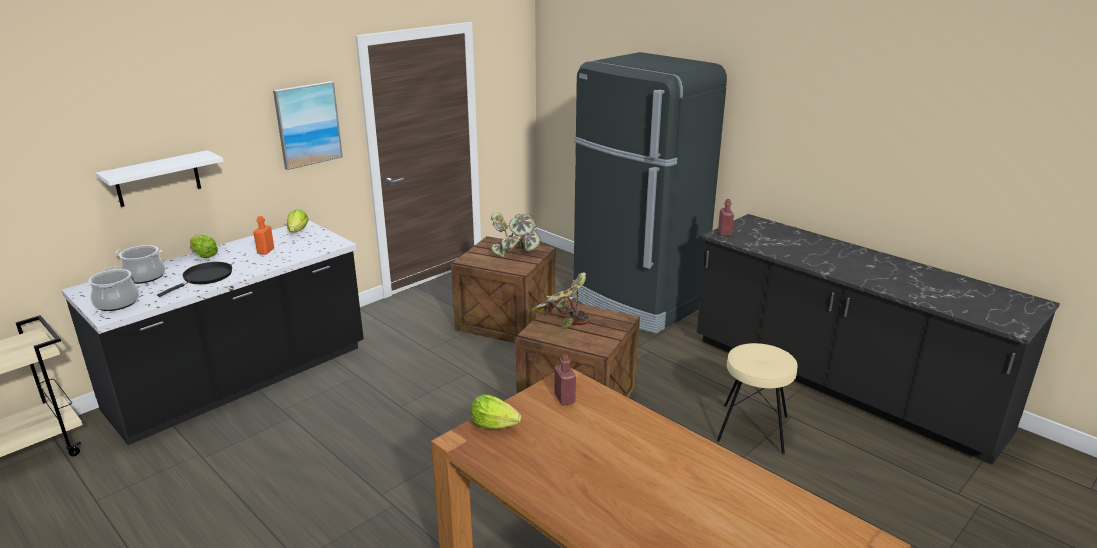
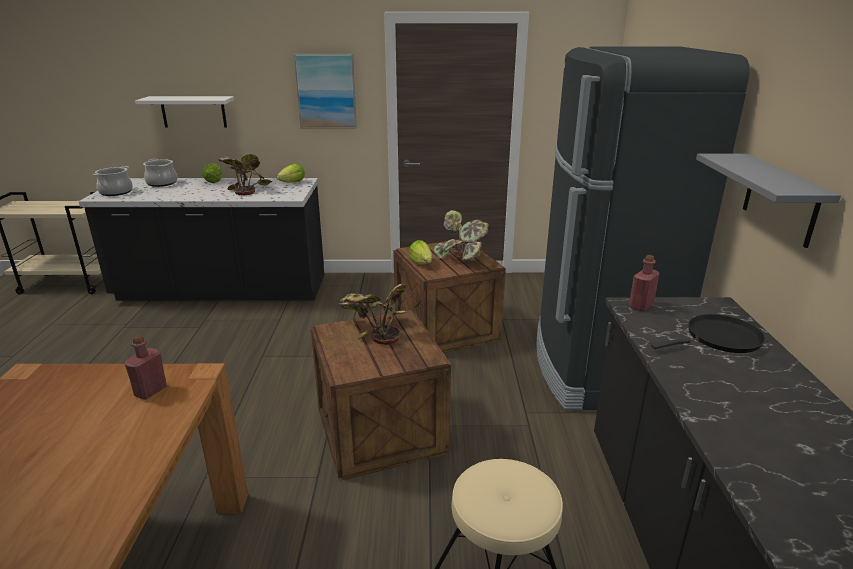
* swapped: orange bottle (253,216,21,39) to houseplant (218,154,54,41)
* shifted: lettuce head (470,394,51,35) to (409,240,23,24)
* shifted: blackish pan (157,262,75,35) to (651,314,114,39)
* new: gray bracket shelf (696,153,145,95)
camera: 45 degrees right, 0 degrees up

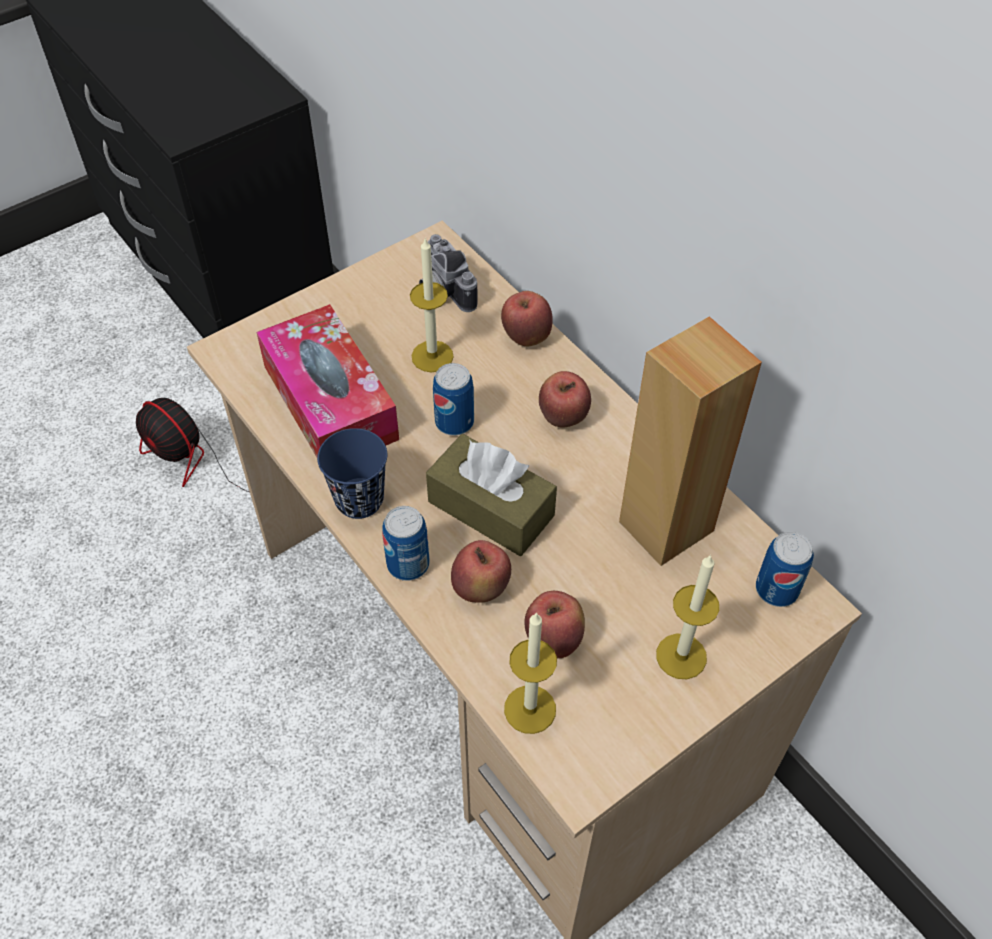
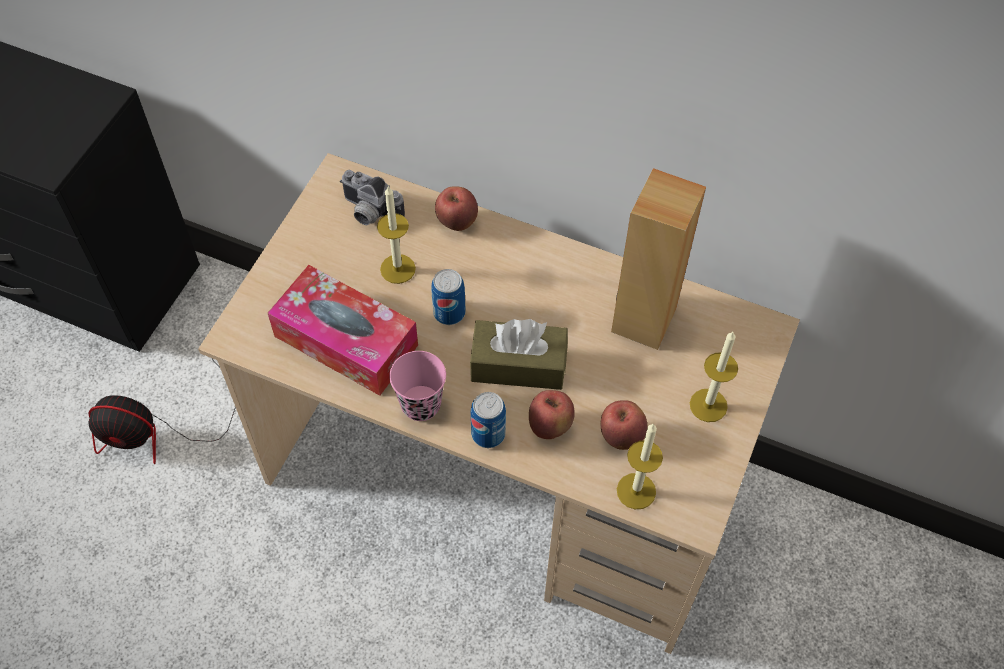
* repainted: bluish cup (317,428,70,91) to pink cup (389,351,57,70)
* gone: apple (539,371,52,57)
* gone: metal can (756,532,58,75)
camera: 30 degrees left, 5 degrees up

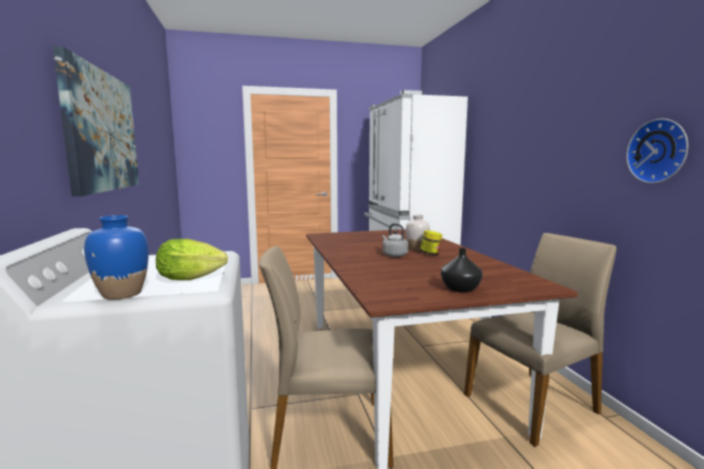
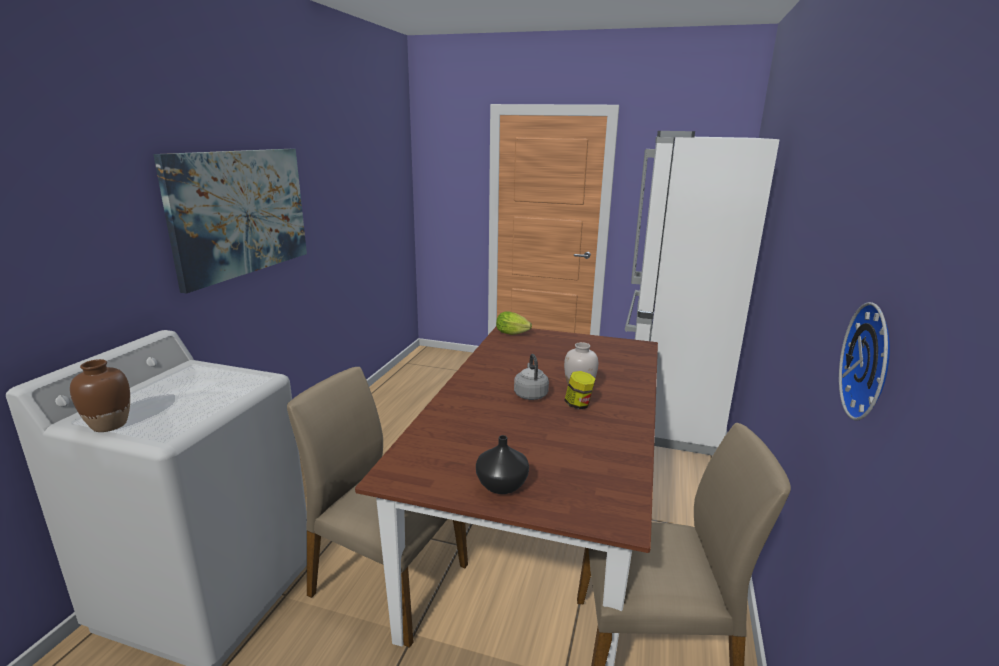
* repainted: bluish vase (84,215,65,85) to brownish vase (70,359,60,73)
* shifted: lettuce head (156,239,72,41) to (496,311,36,24)
camera: 30 degrees right, 10 degrees up

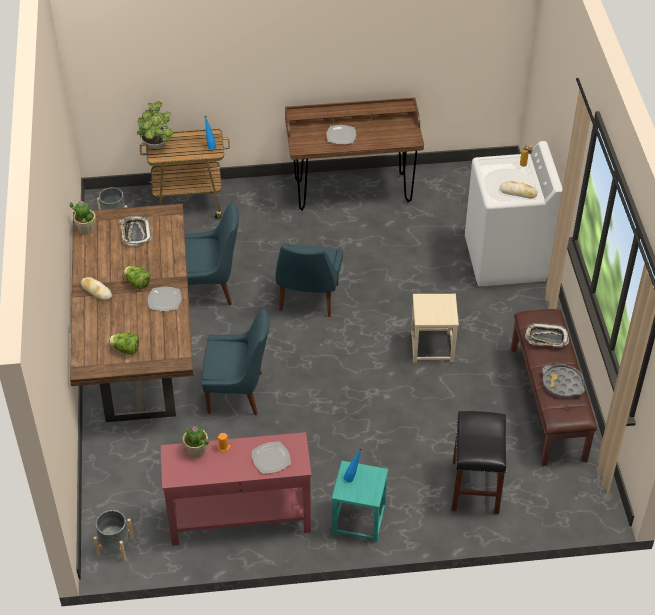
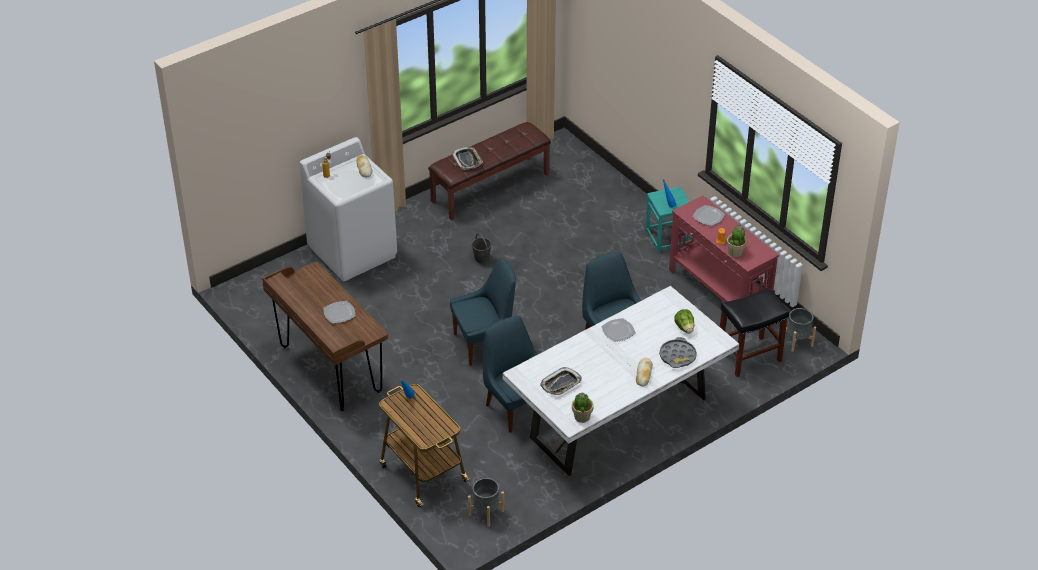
* swapped: sand-coloured stool seat (411,294,48,69) to gray bucket (472,233,20,30)
* repainted: brownish dinner table (70,204,123,218) to white dinner table (502,286,237,190)
* shifted: gray serving tray (542,364,43,33) to (659,337,38,31)
* shifted: blackish stool seat (451,411,55,103) to (720,288,69,89)
* gone: lettuce head (124,266,27,24)
* gone: houseplant (137,101,37,48)
camera: 120 degrees left, 5 degrees down

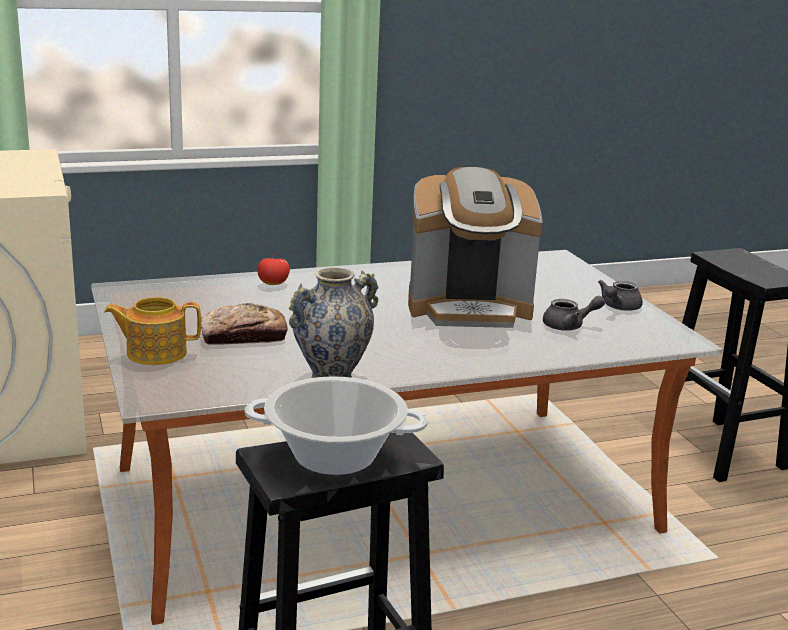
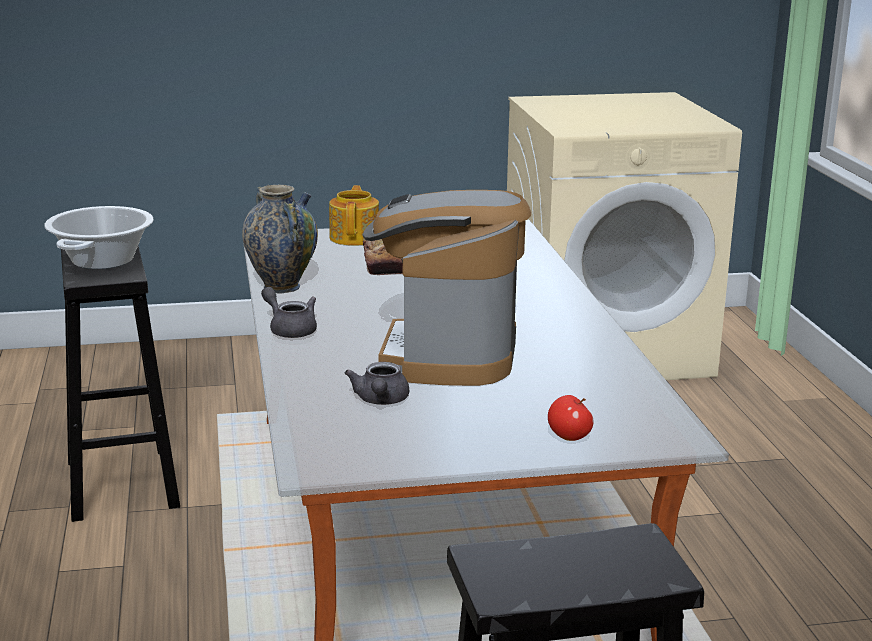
* shifted: gray pot for tea (598,280,45,31) to (261,287,56,51)
* shifted: apple (257,253,33,32) to (548,395,46,46)
camera: 100 degrees right, 0 degrees up

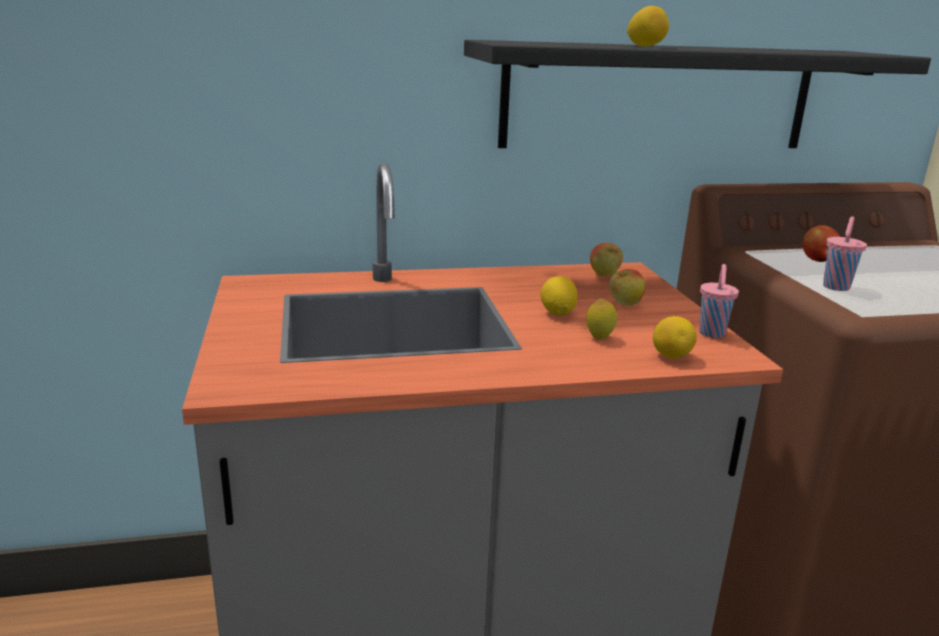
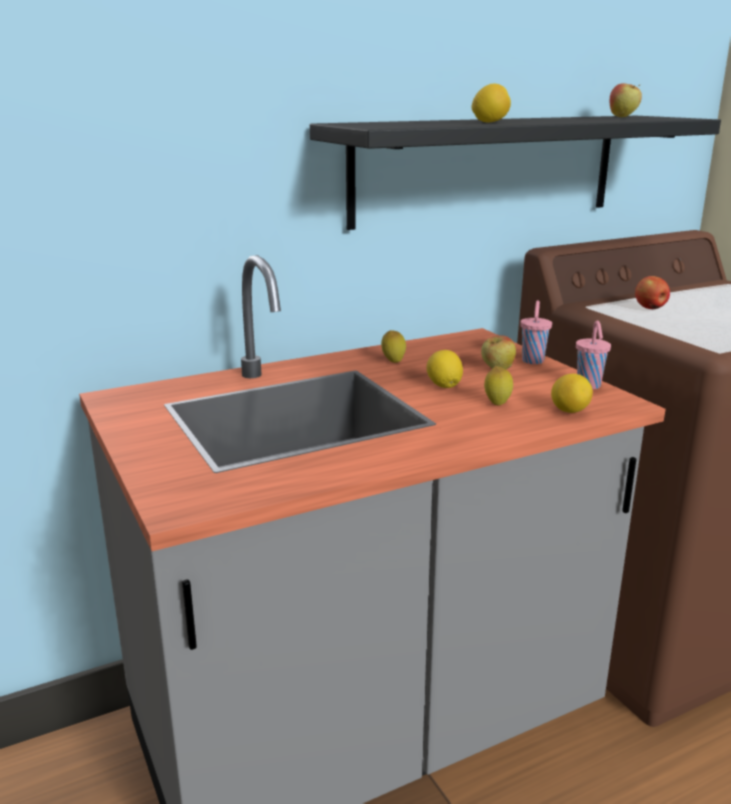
* new: citrus fruit (381,330,25,33)
* shifted: pink cup (823,216,44,75) to (520,300,32,64)
* shifted: apple (590,243,33,33) to (610,83,32,34)
camera: 15 degrees left, 0 degrees up

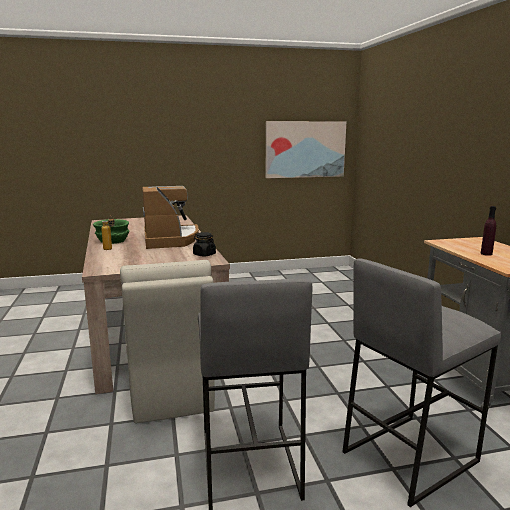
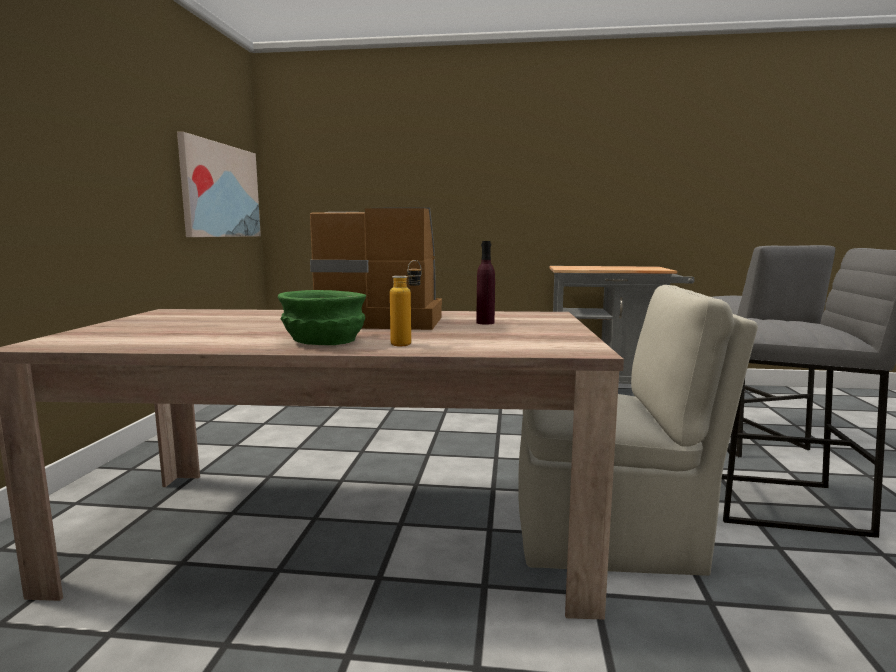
* shifted: purple bottle (481,206,15,50) to (476,241,19,83)
* gone: blackish storage jar (193,232,23,25)
camera: 70 degrees left, 5 degrees down

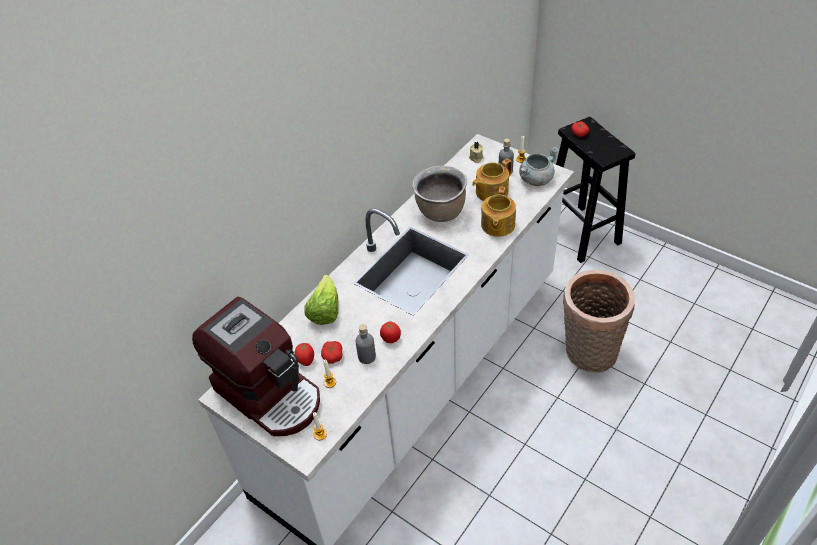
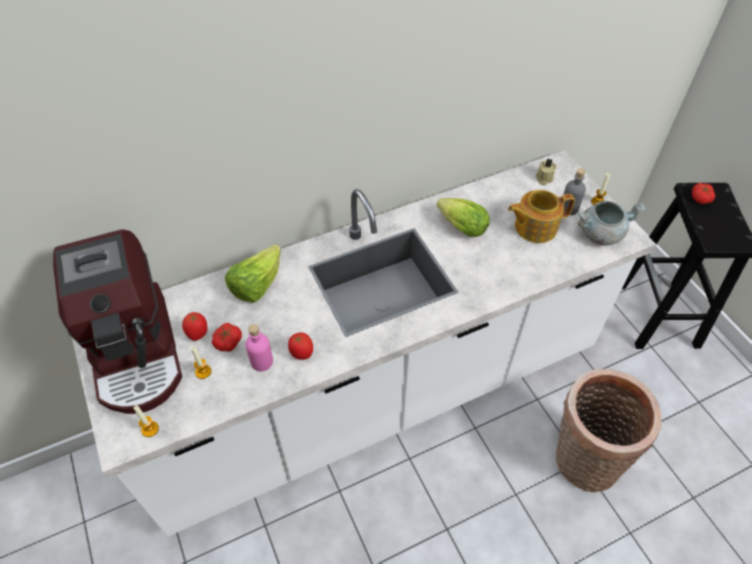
* repainted: gray bottle (356,324,20,40) to pink bottle (245,324,28,47)
* swapped: brownish stockpot (412,166,55,56) to lettuce head (437,198,53,39)
* gone: pot for tea (481,186,35,51)
camera: 25 degrees right, 5 degrees up

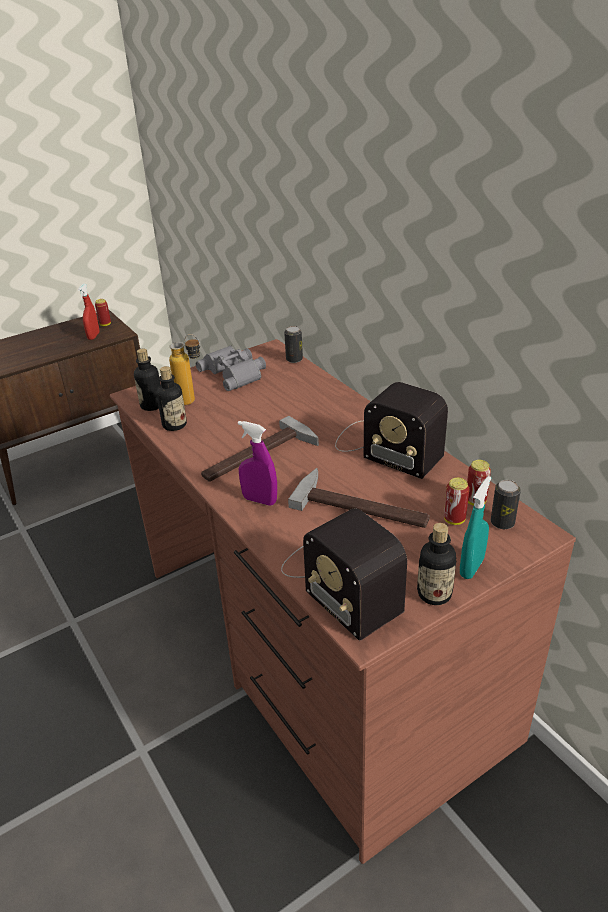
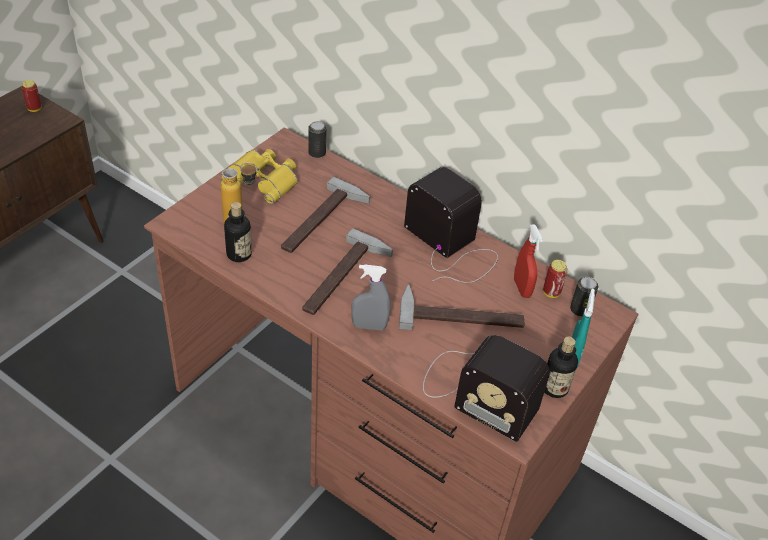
* repainted: gray field glasses (196,345,70,46) to yellowish field glasses (221,149,77,55)
* new: tool hammer (281,177,89,76)
* repainted: purple spray bottle (238,421,39,85) to gray spray bottle (352,264,38,66)
* rotated: radio receiver (335,382,113,97) = (404,167,94,116) 150 degrees counterclockwise
* shifted: reddish spray bottle (78,283,22,57) to (514,224,29,74)
* gone: bottle (134,349,27,62)
* gone: metal can (444,478,25,47)
camera: 25 degrees left, 10 degrees up

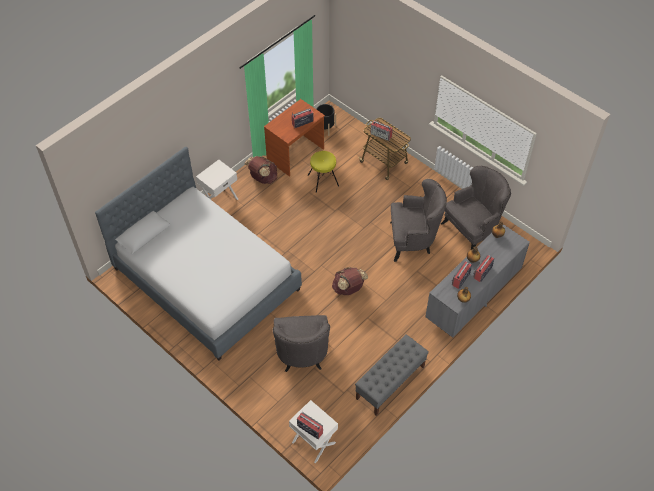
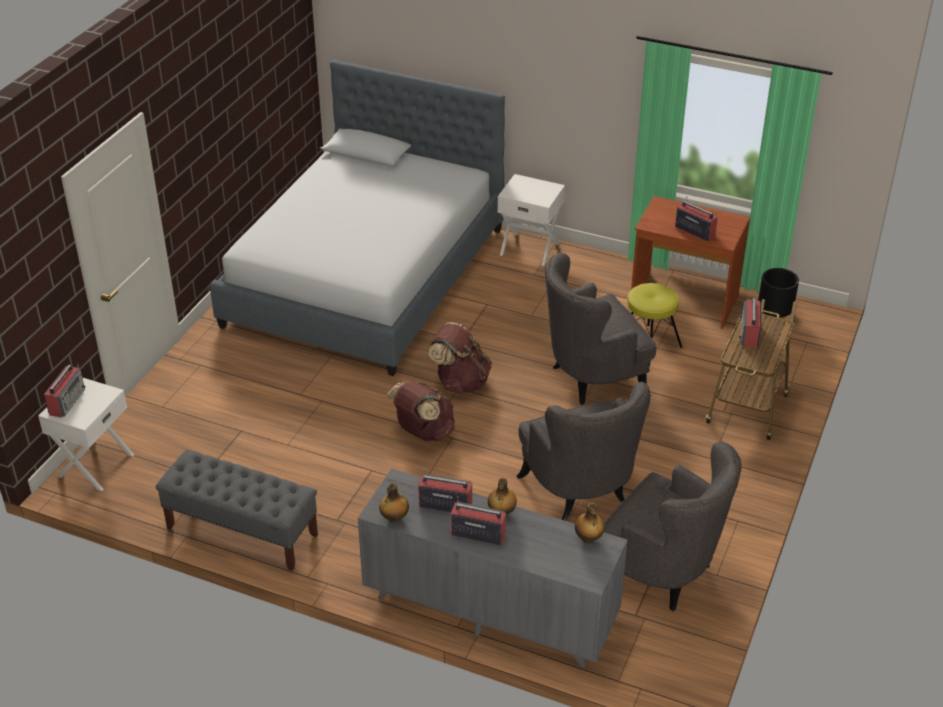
* shifted: brownish knapsack (244,156,34,28) to (428,322,64,72)
* shifted: gray armchair (273,315,57,57) to (545,253,111,152)
camera: 70 degrees right, 15 degrees down

